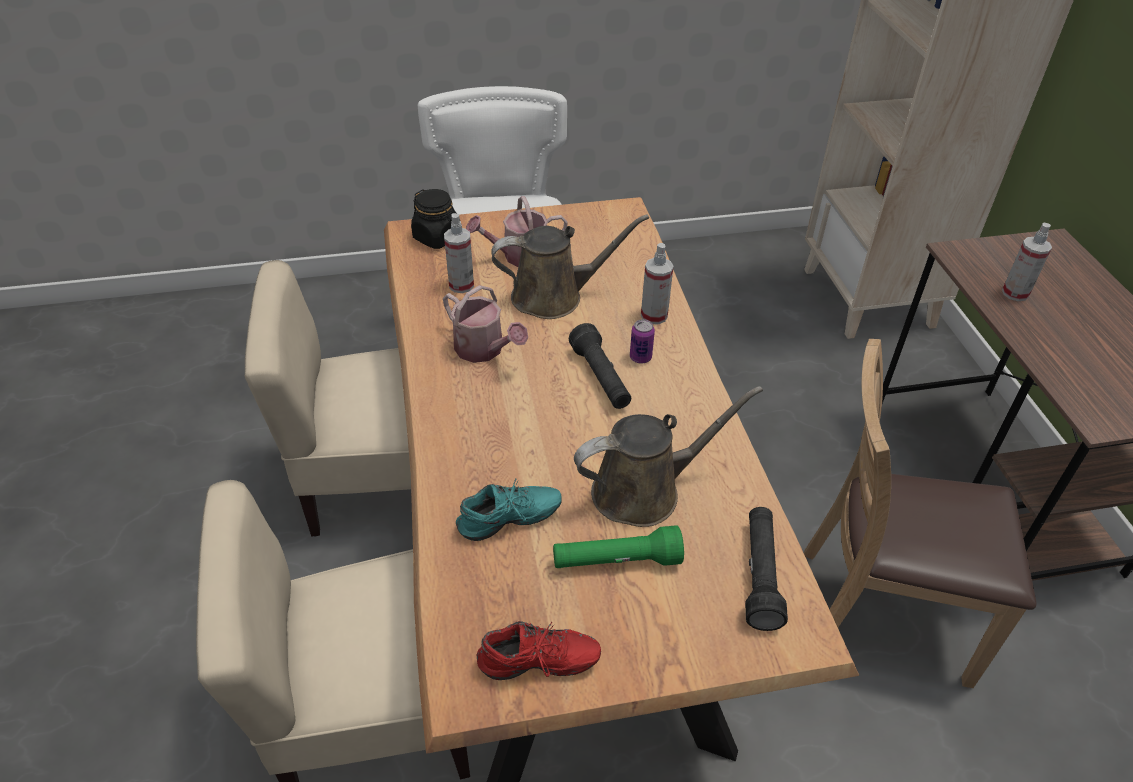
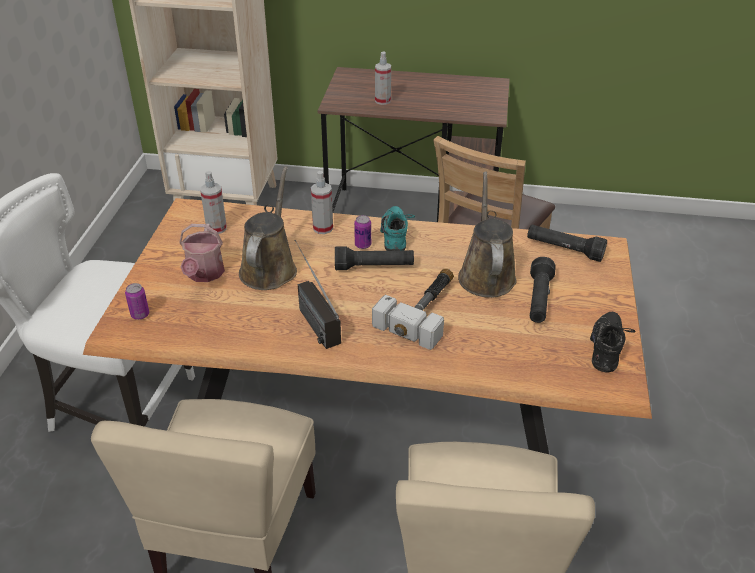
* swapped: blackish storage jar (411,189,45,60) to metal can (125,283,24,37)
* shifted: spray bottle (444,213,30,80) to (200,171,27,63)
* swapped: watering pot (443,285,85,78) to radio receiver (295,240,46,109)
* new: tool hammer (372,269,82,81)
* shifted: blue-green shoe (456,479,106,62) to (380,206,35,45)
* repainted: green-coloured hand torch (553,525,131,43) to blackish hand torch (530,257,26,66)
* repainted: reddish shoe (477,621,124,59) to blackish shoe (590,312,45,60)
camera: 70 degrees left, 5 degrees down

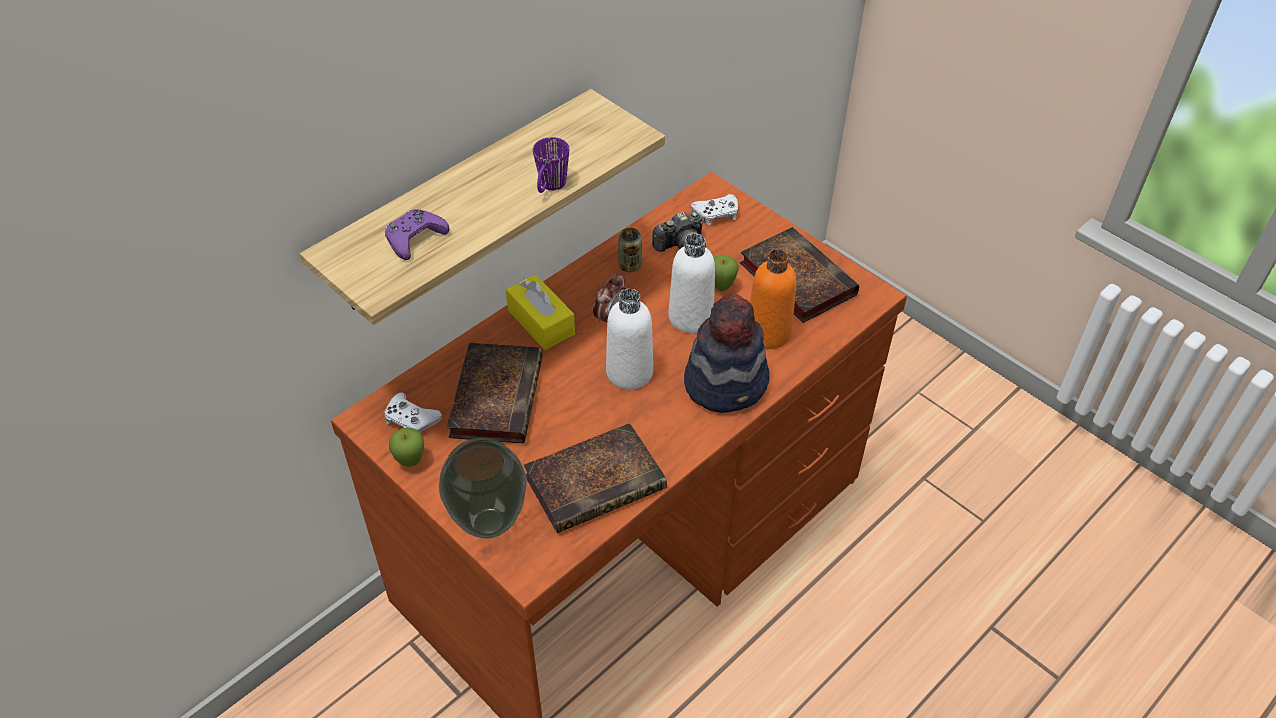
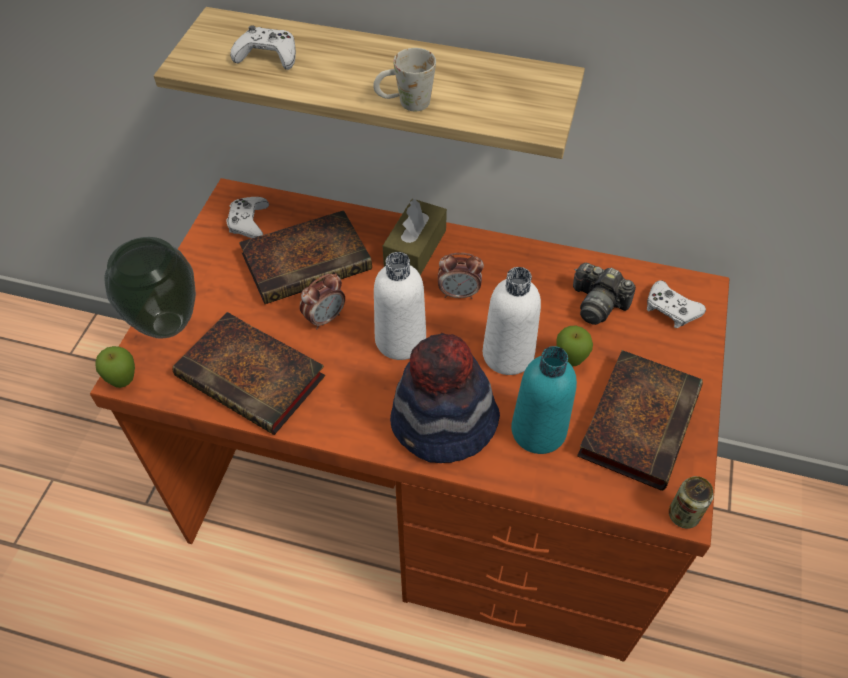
* shifted: apple (389,428,35,39) to (95,346,40,42)
* repainted: purple game controller (385,209,65,51) to white game controller (230,25,66,45)
* new: alarm clock (300,273,45,57)
* repainted: purple mug (533,137,36,56) to white mug (373,48,63,63)
* repainted: yellowish tissue box (506,275,69,75) to brownish tissue box (383,199,64,76)
* repainted: orange bottle (750,249,46,100) to blue-green bottle (511,346,66,108)
* shifted: metal can (618,228,24,44) to (669,476,45,53)
camera: 60 degrees right, 5 degrees up

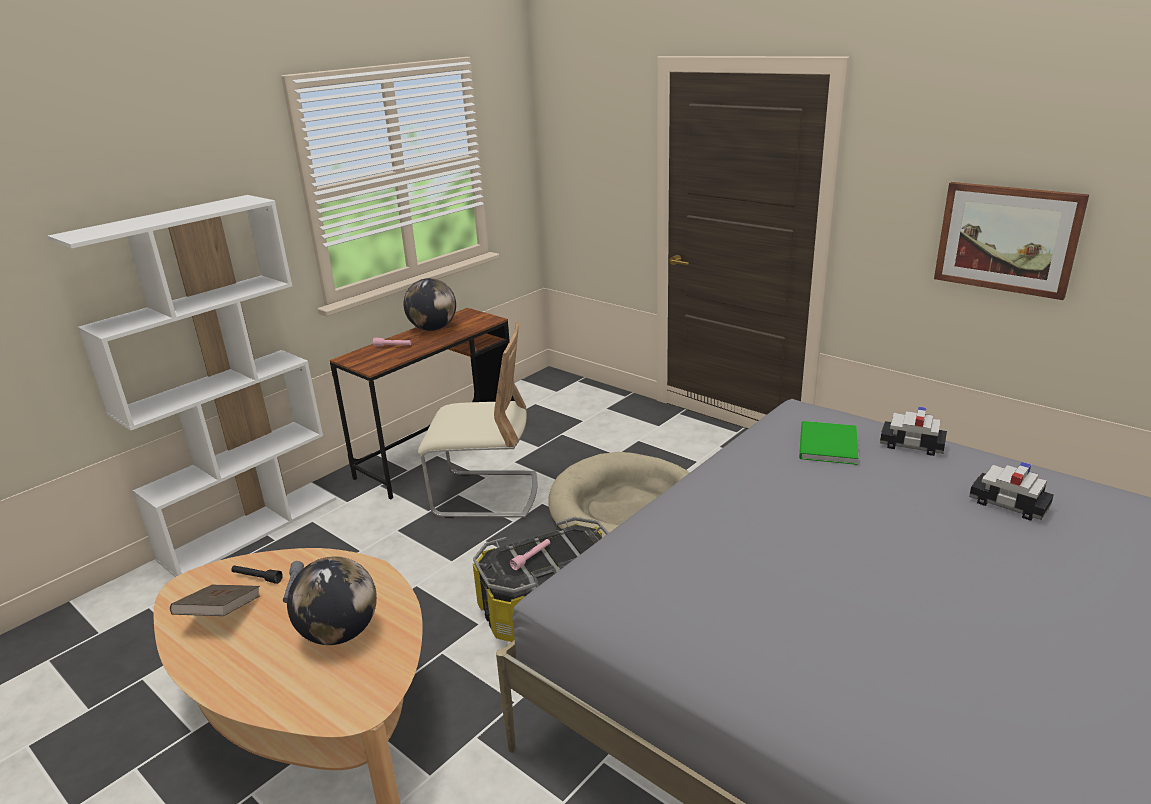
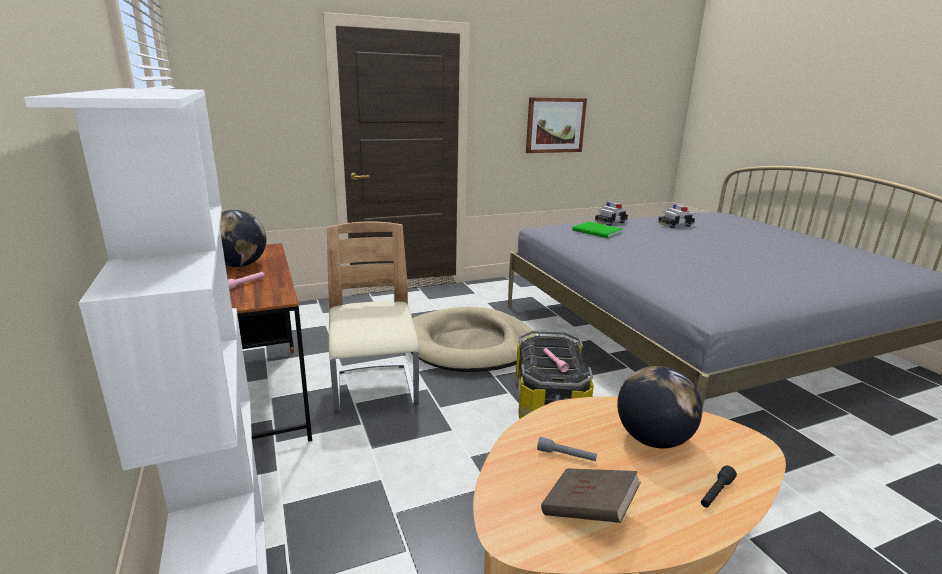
* rotated: sand-coloured upright chair (418,322,120,197) = (327,221,92,193) 45 degrees counterclockwise
* shifted: blackish hand torch (232,565,51,19) to (701,466,36,42)
camera: 65 degrees left, 5 degrees down

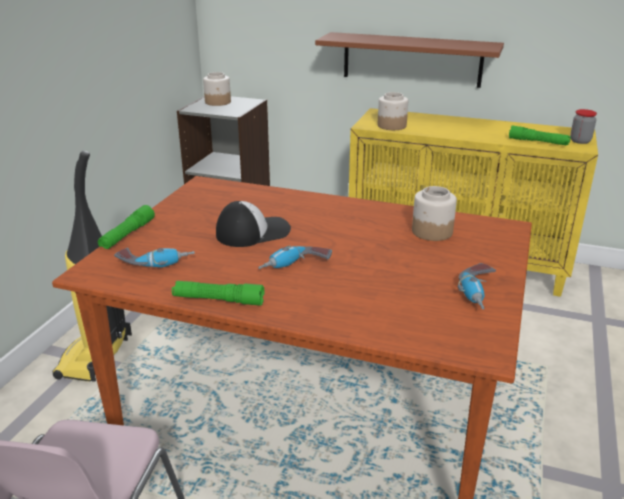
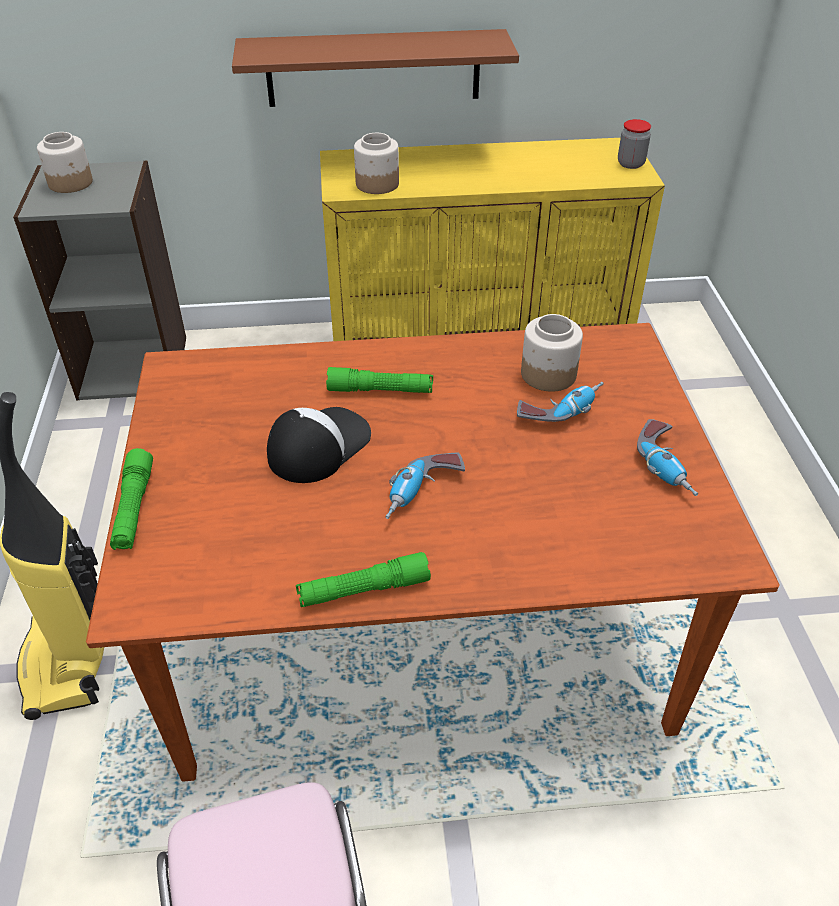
* shifted: green-coloured hand torch (509,126,62,19) to (326,367,107,26)
* shifted: drill (114,248,81,20) to (517,382,87,40)
camera: 25 degrees left, 15 degrees up

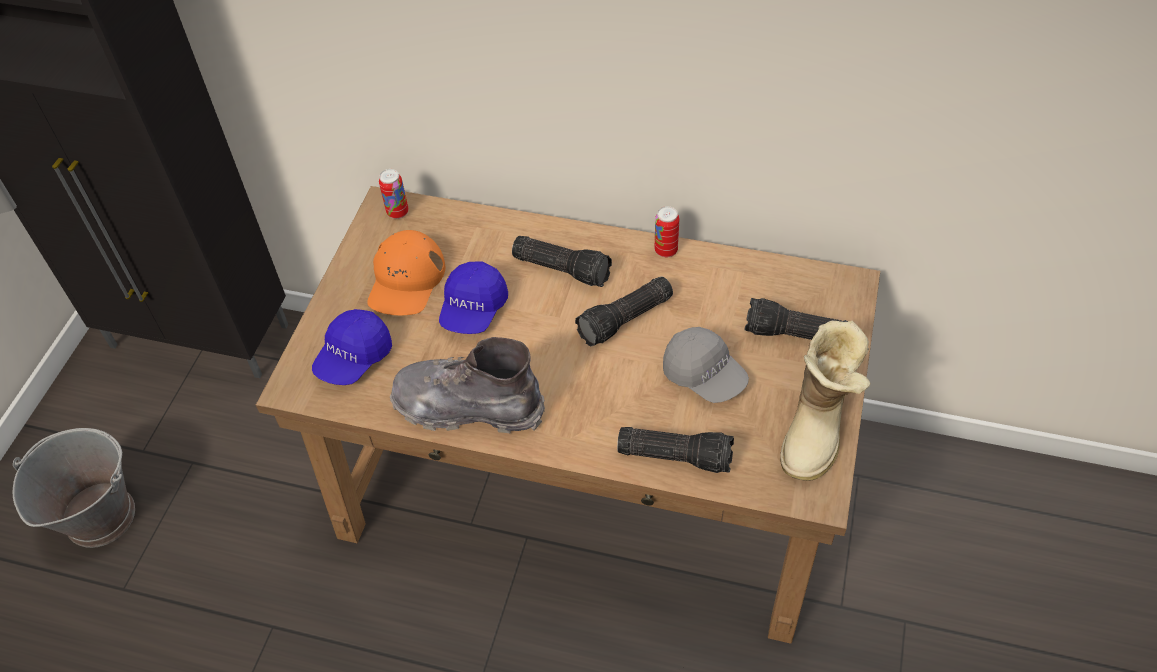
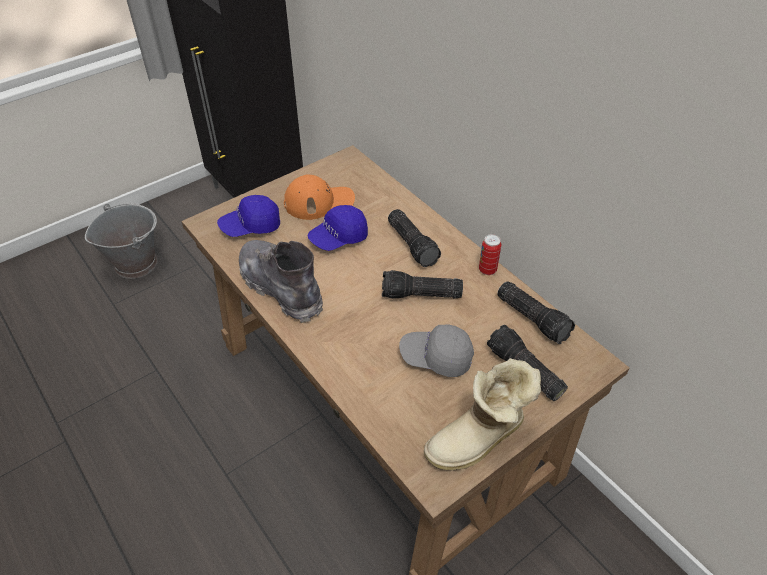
* rotated: orange cap (367,230,78,85) = (284,174,71,46) 150 degrees counterclockwise
* rotated: gray cap (663,327,86,76) = (399,324,75,53) 105 degrees clockwise
* shifted: hand torch (617,427,117,46) to (497,281,78,63)
* gone: metal can (379,169,30,50)
camera: 35 degrees right, 5 degrees down

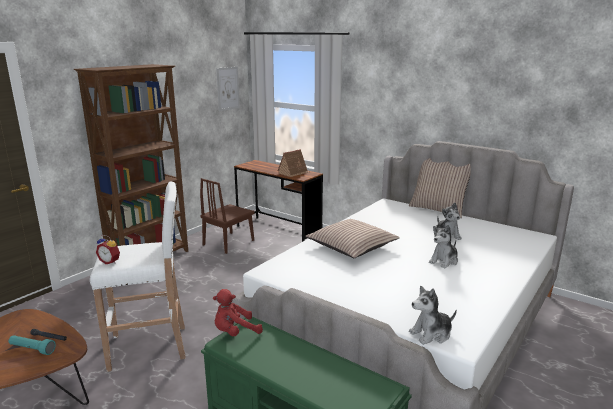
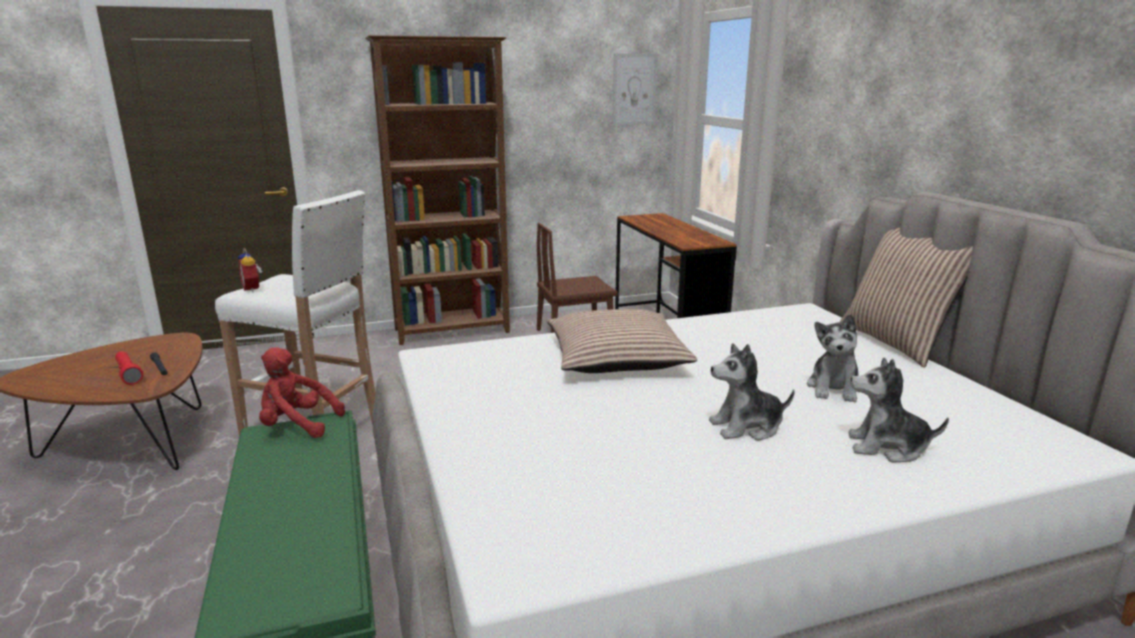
* repainted: blue-green hand torch (9,335,47,20) to reddish hand torch (115,351,28,34)
* shifted: soft toy (409,286,48,59) to (848,357,101,106)
* gone: model house (278,149,30,28)
camera: 35 degrees right, 0 degrees up

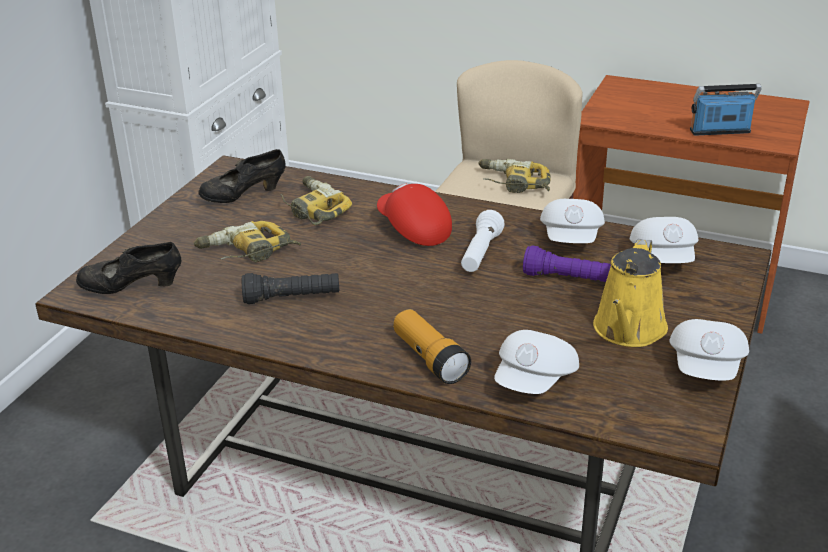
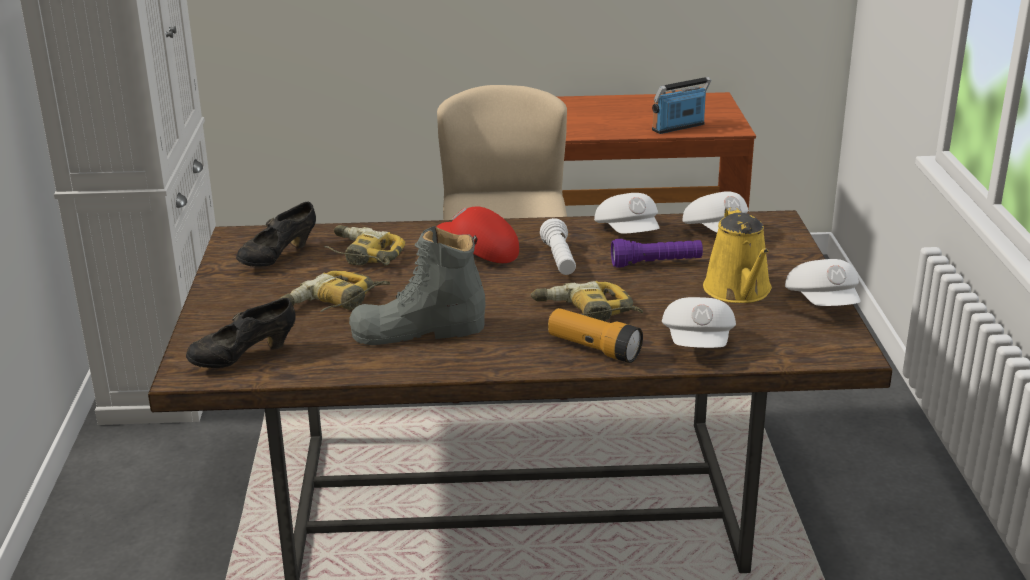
* swapped: blackish hand torch (242,273,97,31) to gray tall boot (349,226,137,119)
* shifted: drill (478,159,73,34) to (531,281,112,41)
camera: 25 degrees left, 5 degrees down

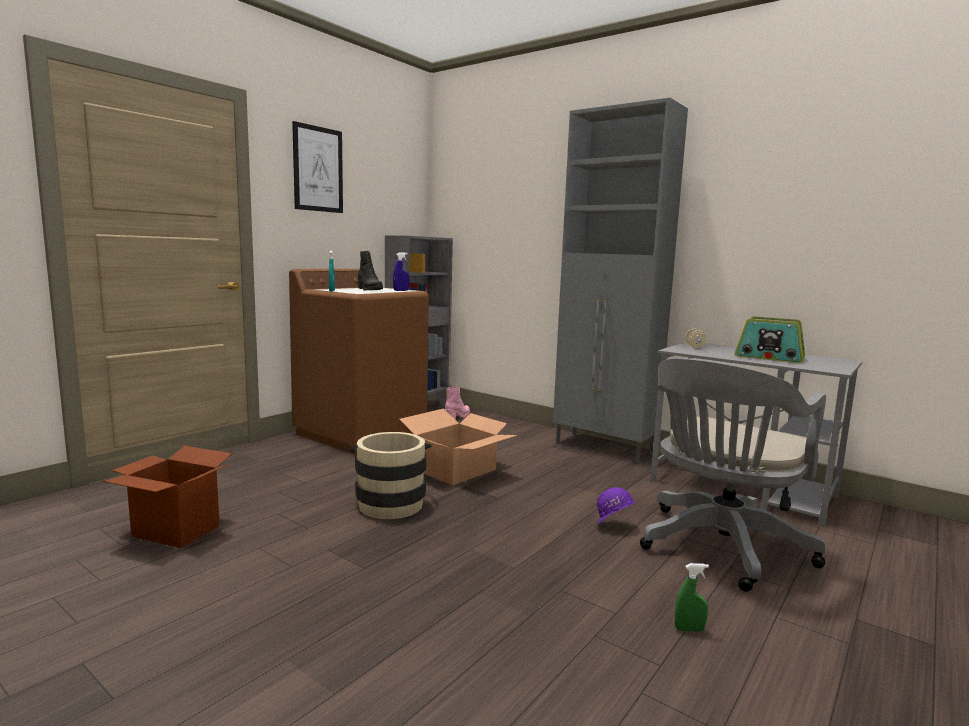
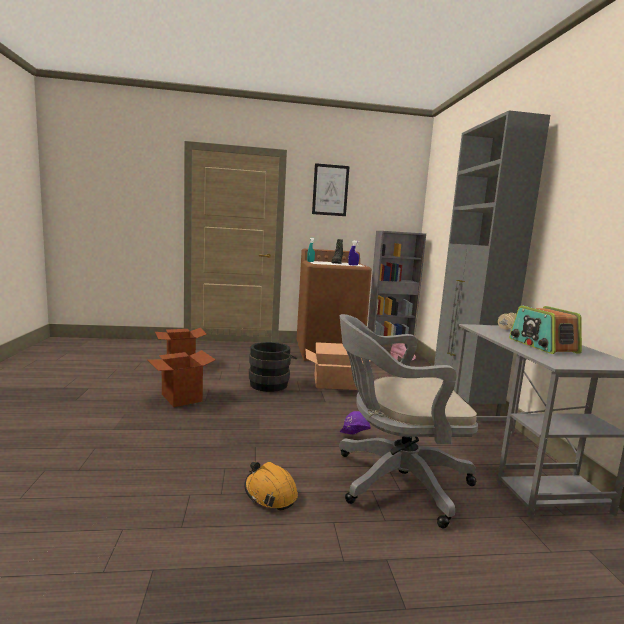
* new: cardboard box (148,350,68,57)
* swapped: green-coloured spray bottle (675,563,34,69) to orange work helmet (244,461,54,50)
* repainted: sand-coloured bucket (349,432,83,87) to blackish bucket (249,342,48,50)
camera: 45 degrees right, 0 degrees up

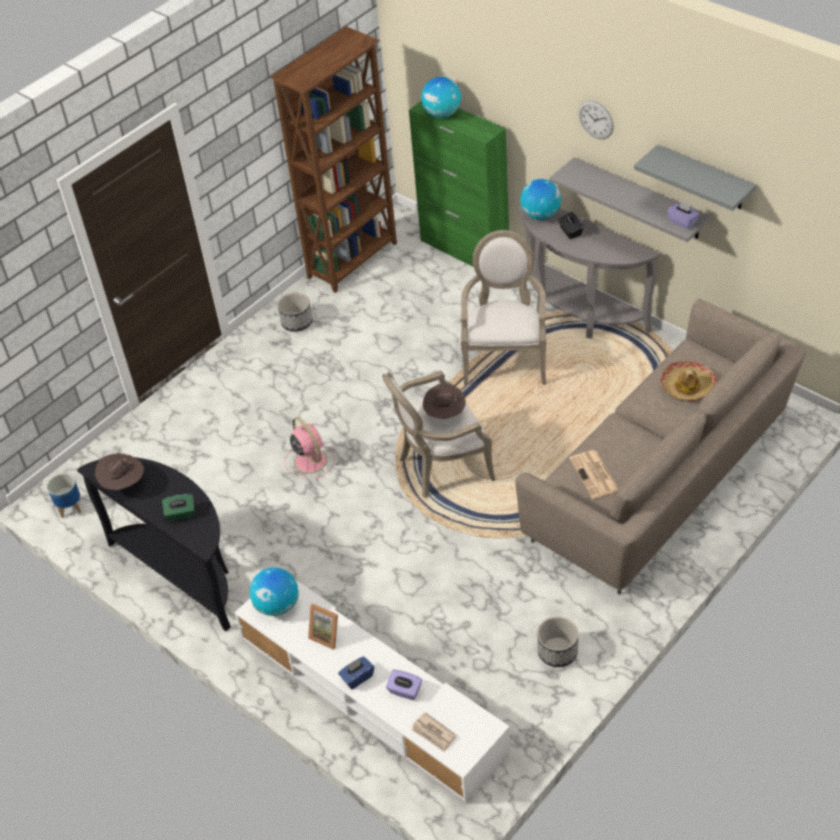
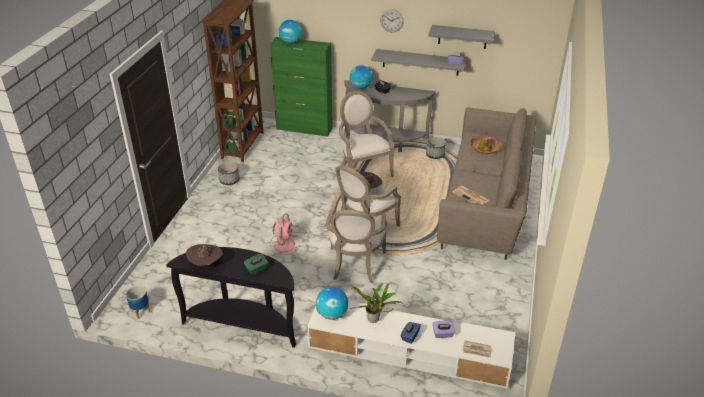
* rotated: pink electric fan (284,417,51,64) = (270,214,30,41) 75 degrees clockwise
* new: armchair (326,210,61,73)
* swapped: standing frame (308,603,30,47) to houseplant (353,283,49,40)
* shifted: planter (537,617,41,50) to (426,137,20,22)
camera: 30 degrees left, 10 degrees down

